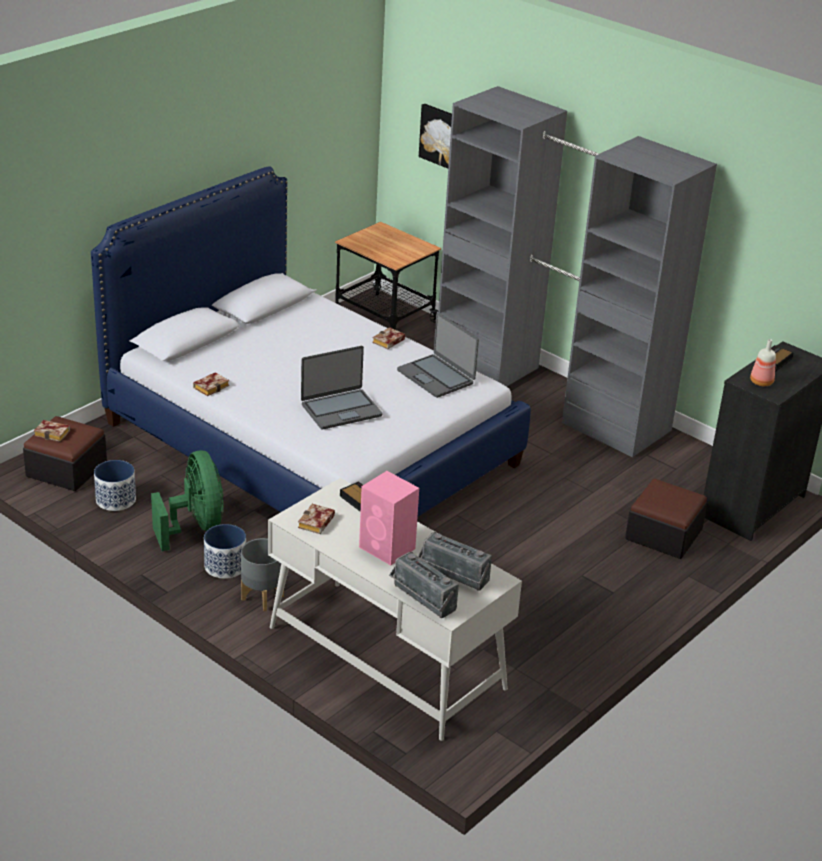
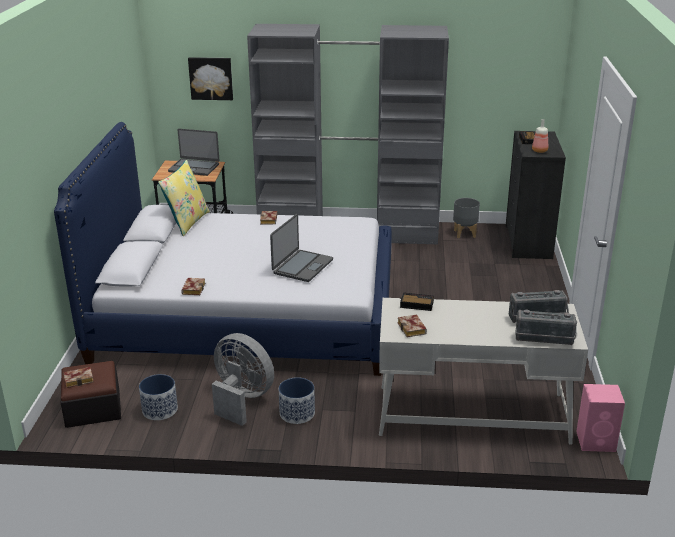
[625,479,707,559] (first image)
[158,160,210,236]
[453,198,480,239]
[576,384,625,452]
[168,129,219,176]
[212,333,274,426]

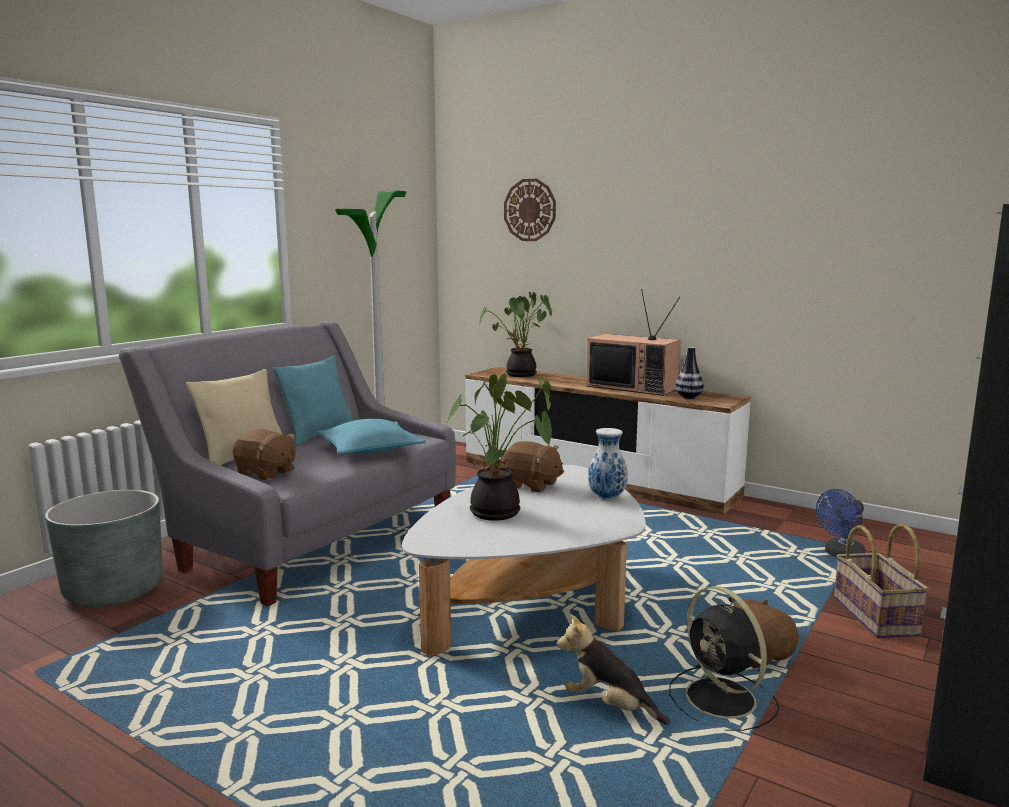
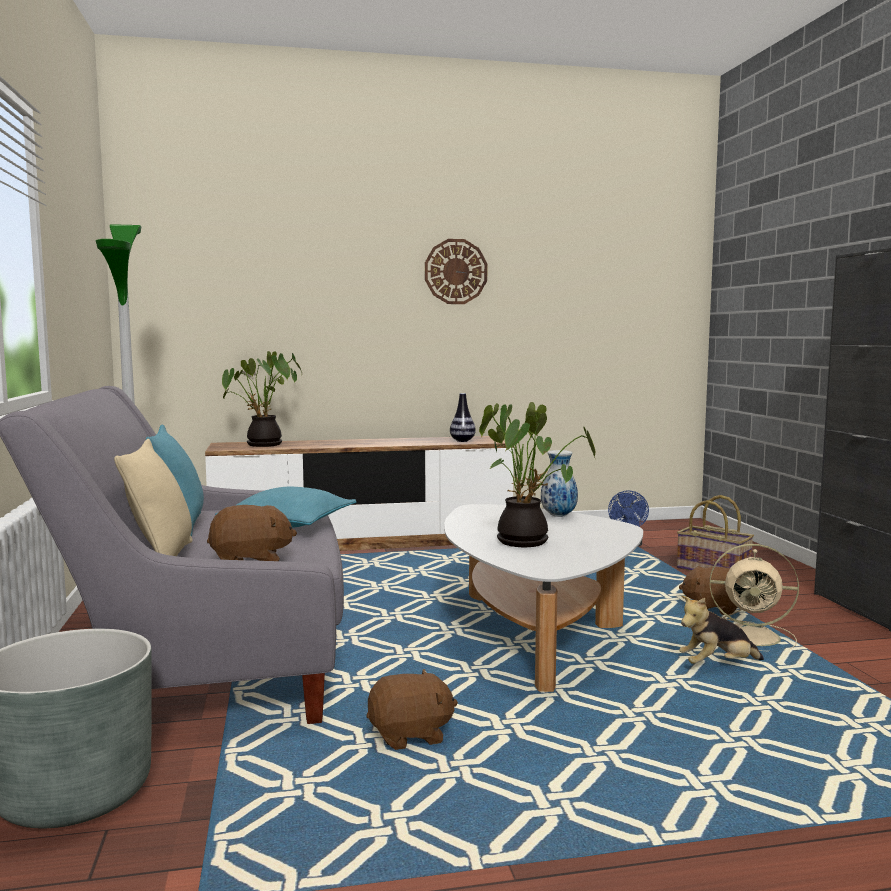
[586,289,681,396] (first image)
[366,669,458,750]
[425,239,487,304]
[710,544,799,651]

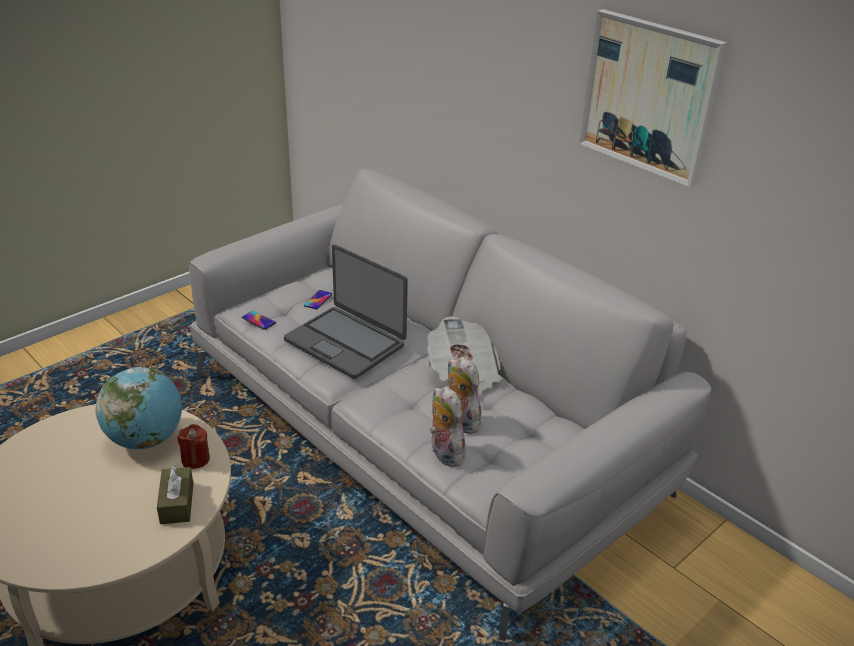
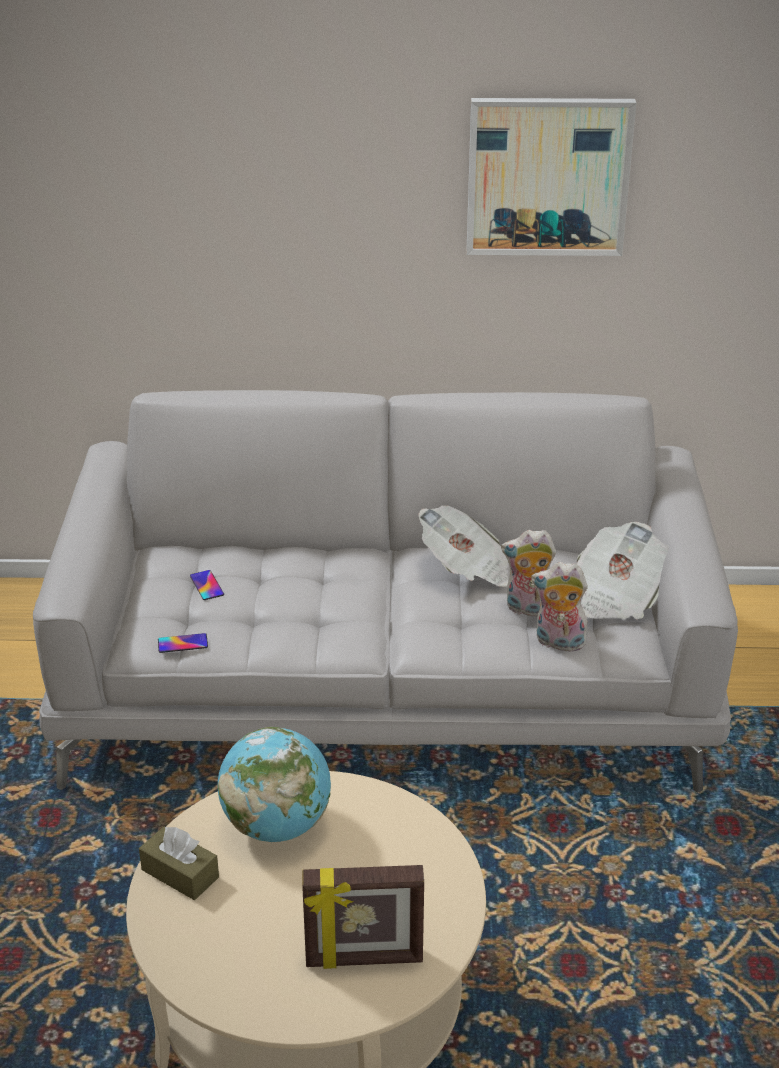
[177,424,210,469] (first image)
[284,244,408,379] (first image)
[302,865,424,969]
[577,522,669,619]
[139,826,219,900]

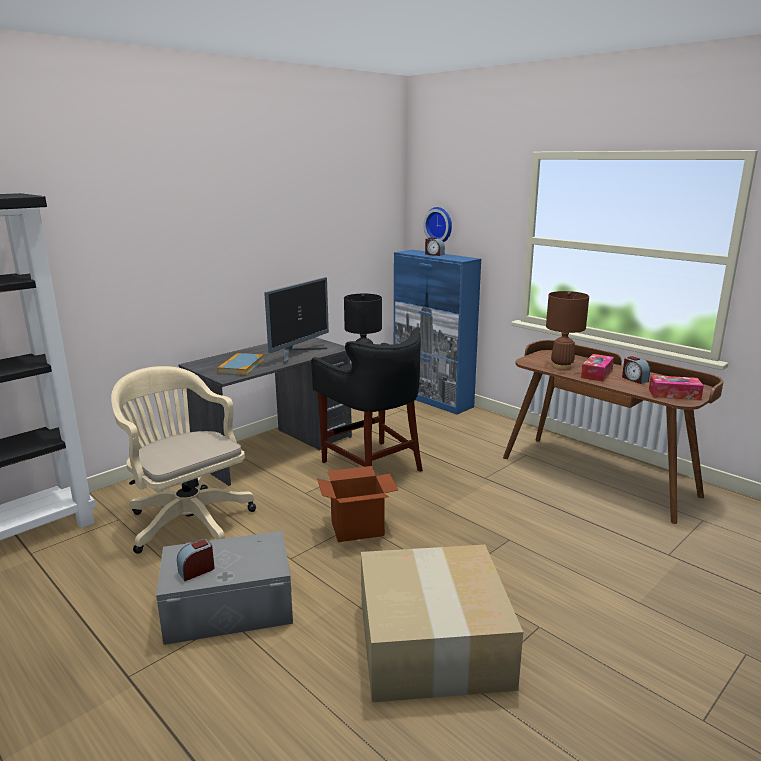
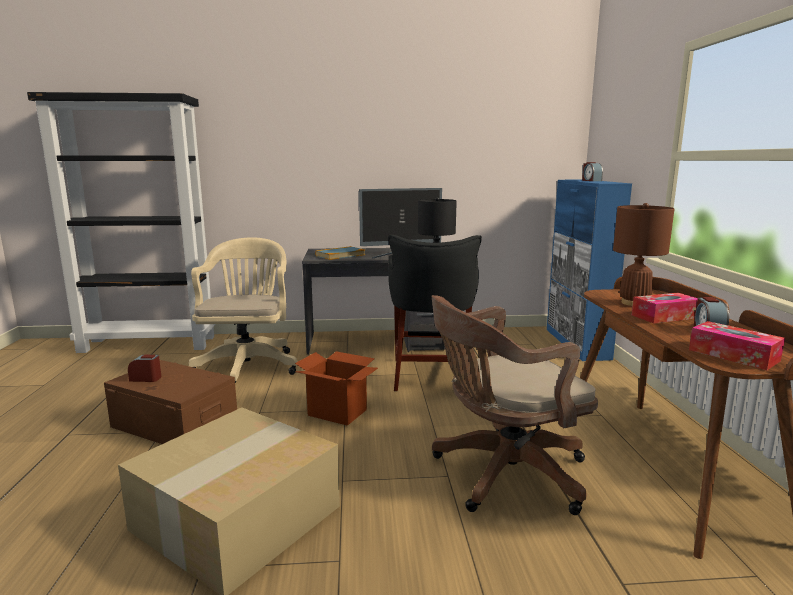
[424,207,452,242] (first image)
[432,295,598,515]
[104,360,237,444]

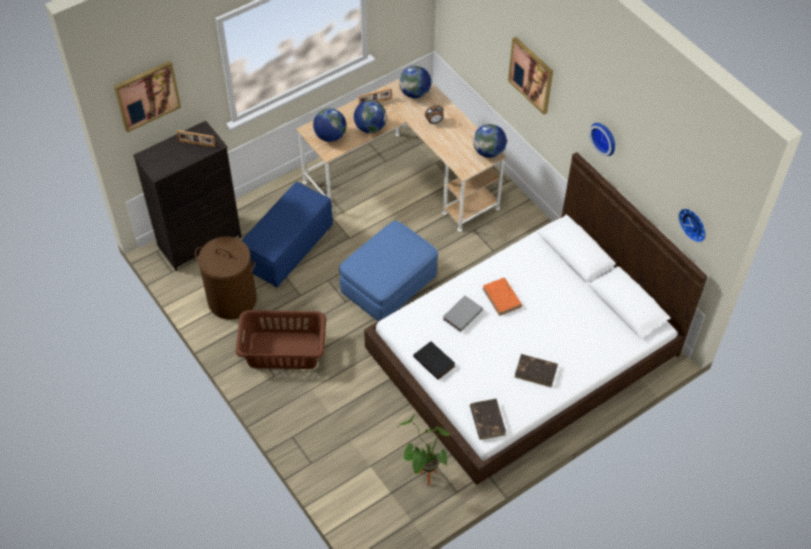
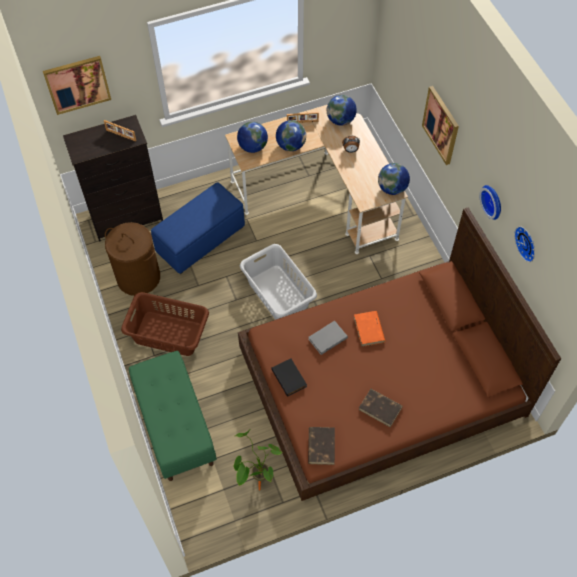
[129,351,217,481]
[514,226,535,262]
[240,244,317,320]
[238,207,561,501]

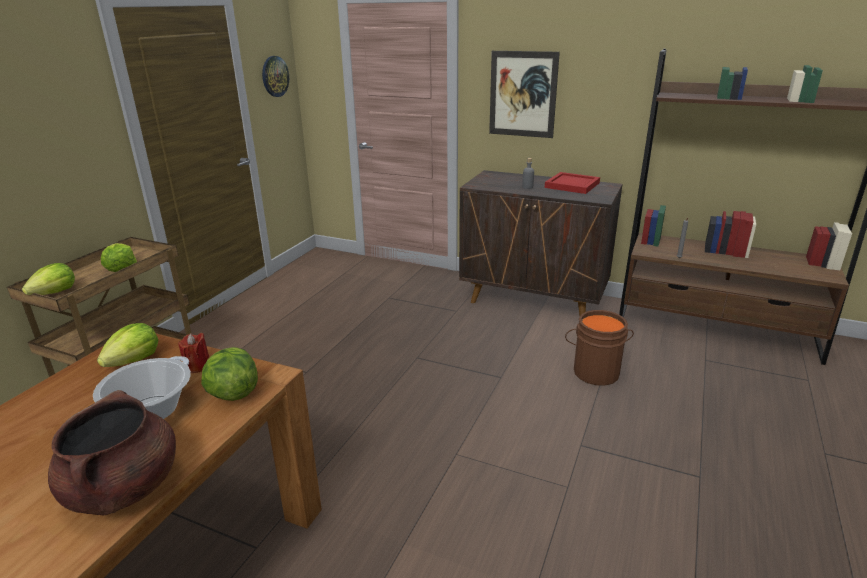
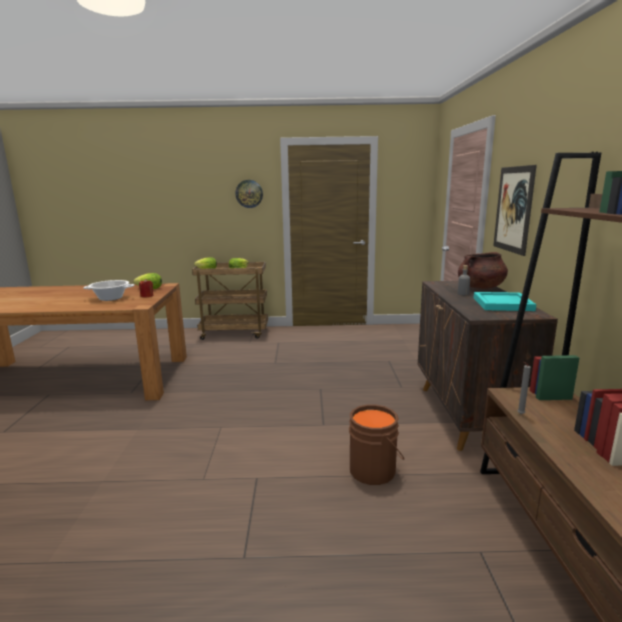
[201,347,258,401] (first image)
[458,252,508,289]
[235,180,263,208]
[473,292,536,311]

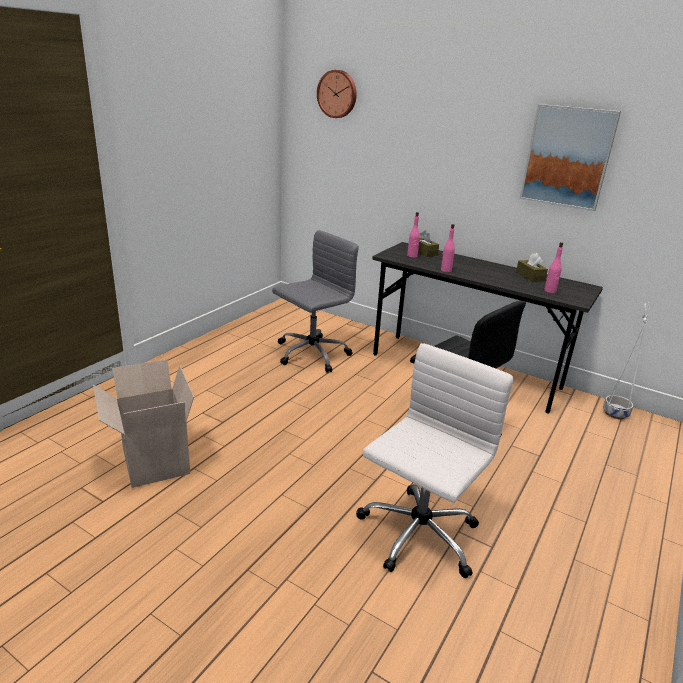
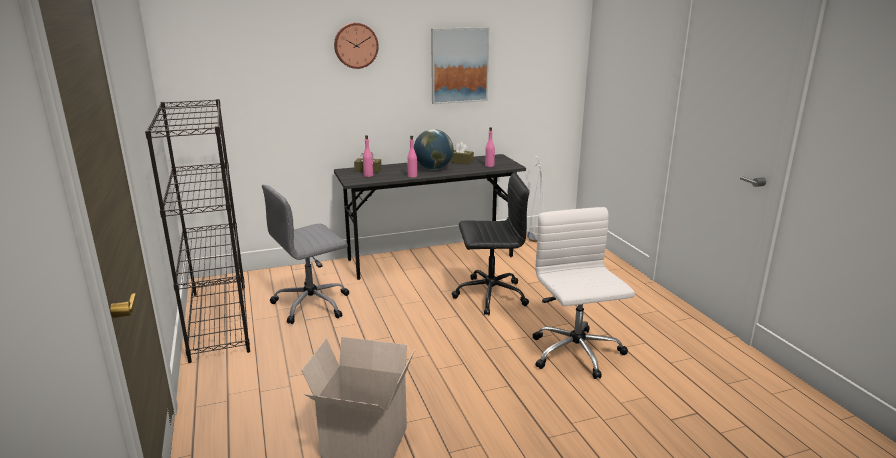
[145,99,250,363]
[414,129,453,170]
[334,23,379,69]
[262,185,349,324]

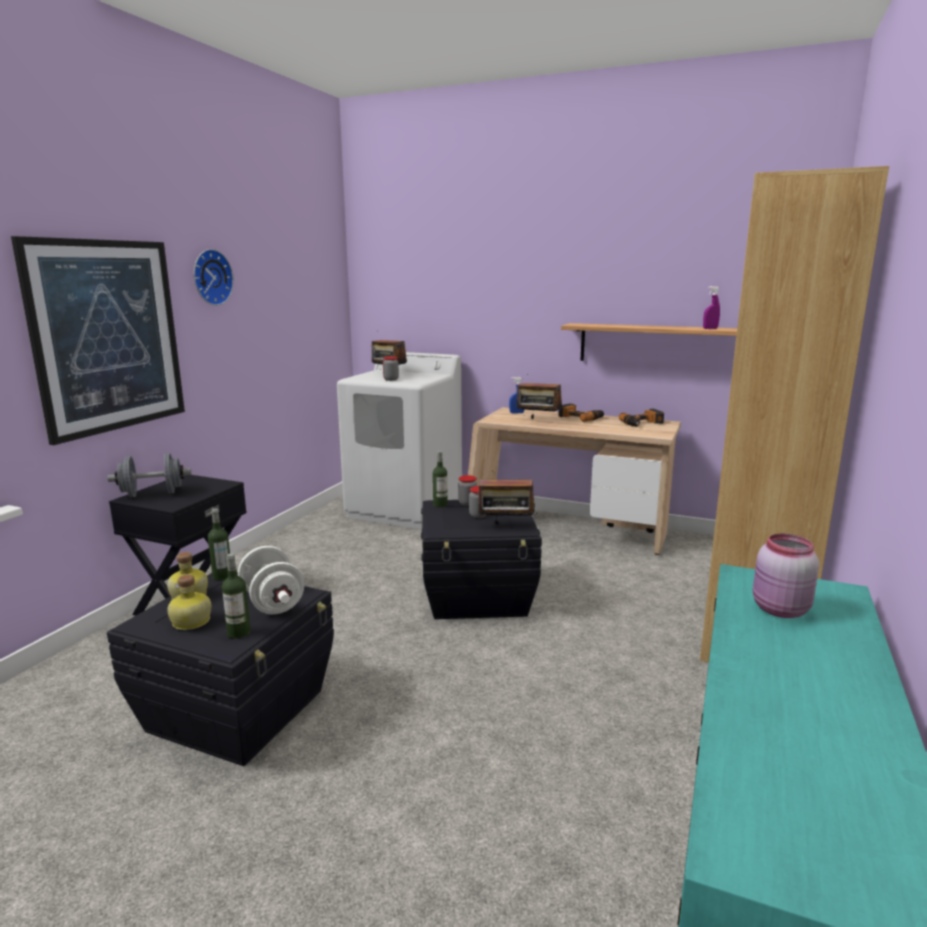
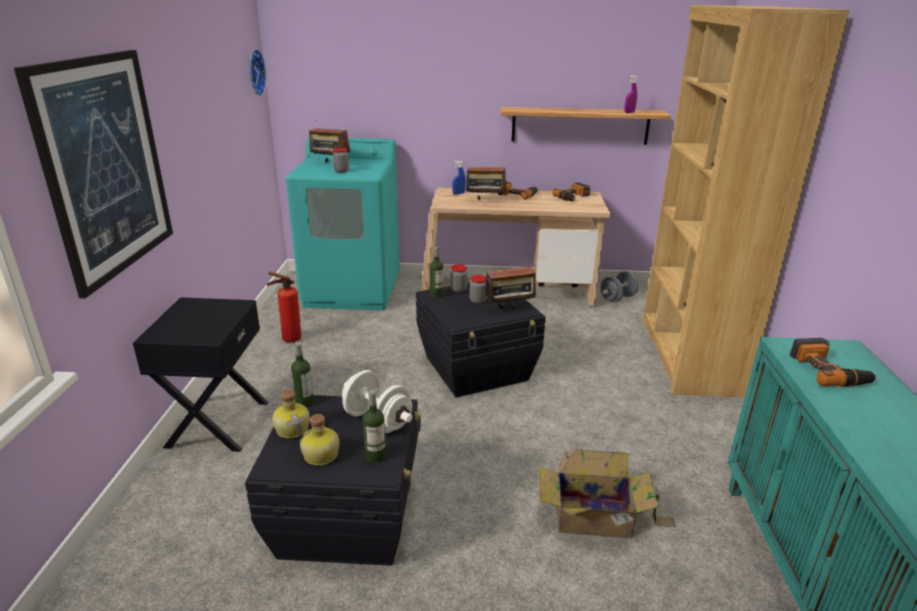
[267,271,301,342]
[539,449,676,538]
[600,271,639,303]
[249,49,267,96]
[790,338,876,387]
[286,138,400,311]

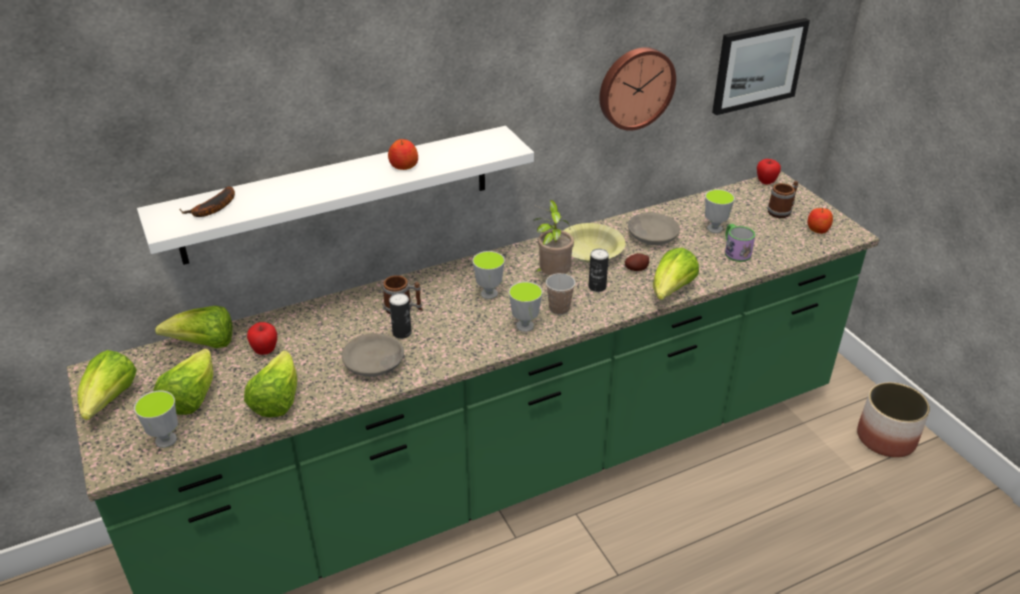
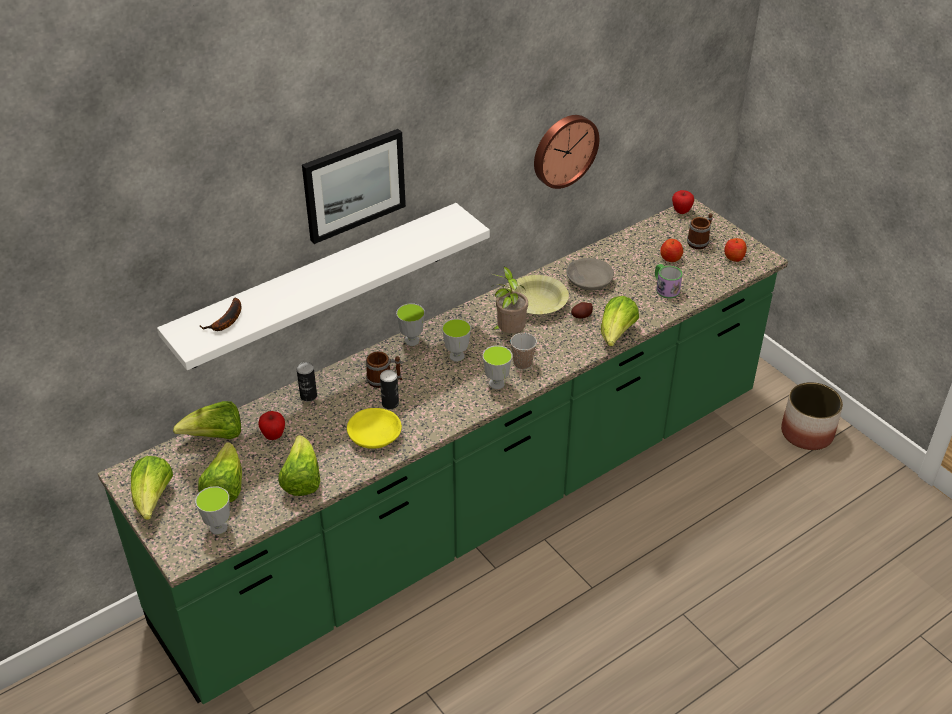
[660,239,683,262]
[297,362,317,401]
[396,303,425,346]
[302,129,406,244]
[347,408,402,449]

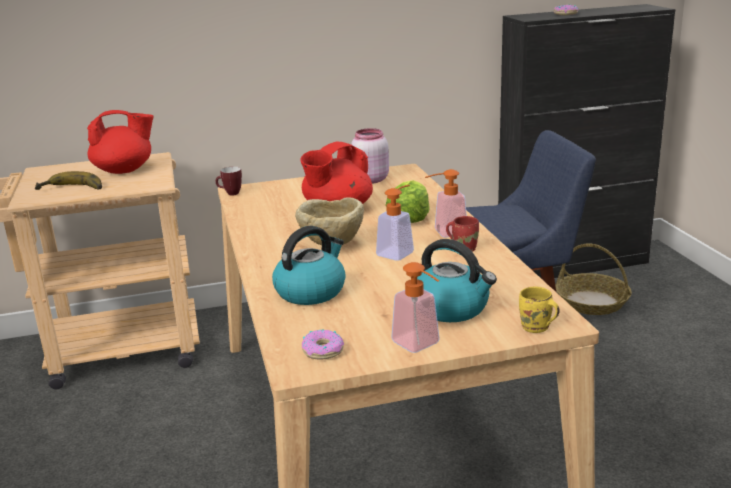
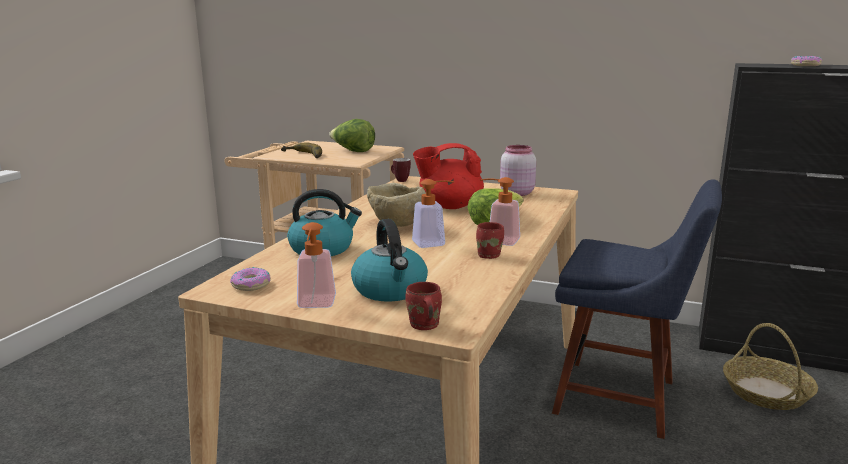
[329,119,375,152]
[405,282,442,330]

